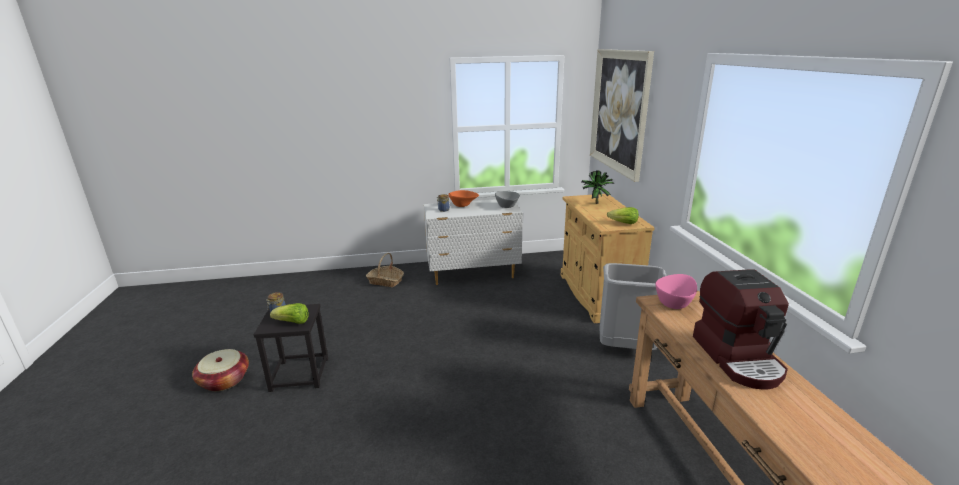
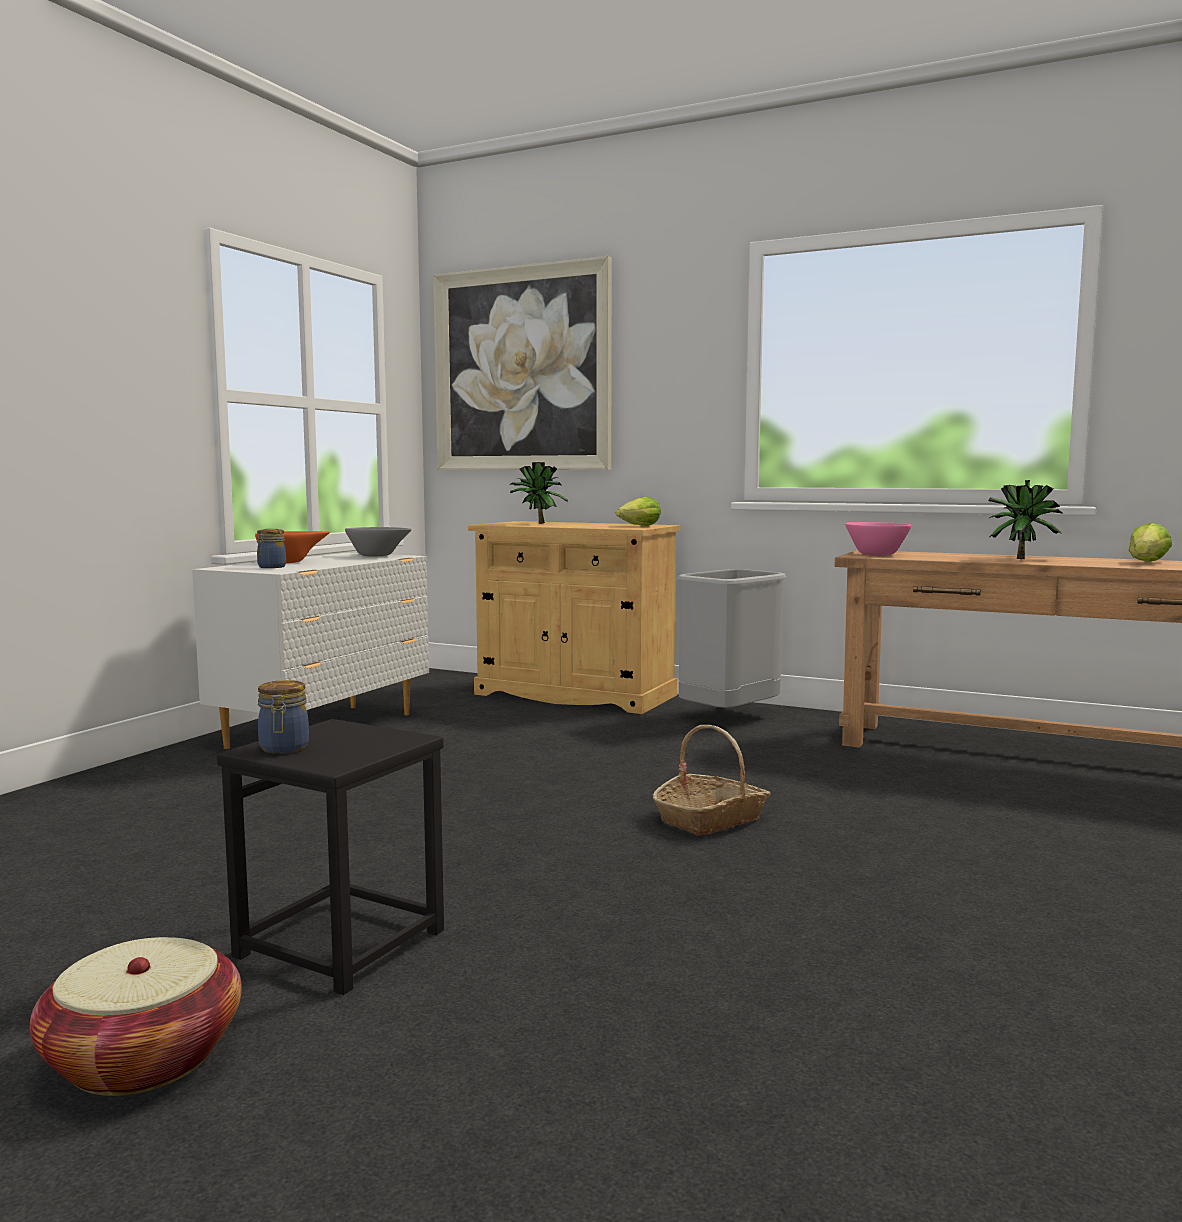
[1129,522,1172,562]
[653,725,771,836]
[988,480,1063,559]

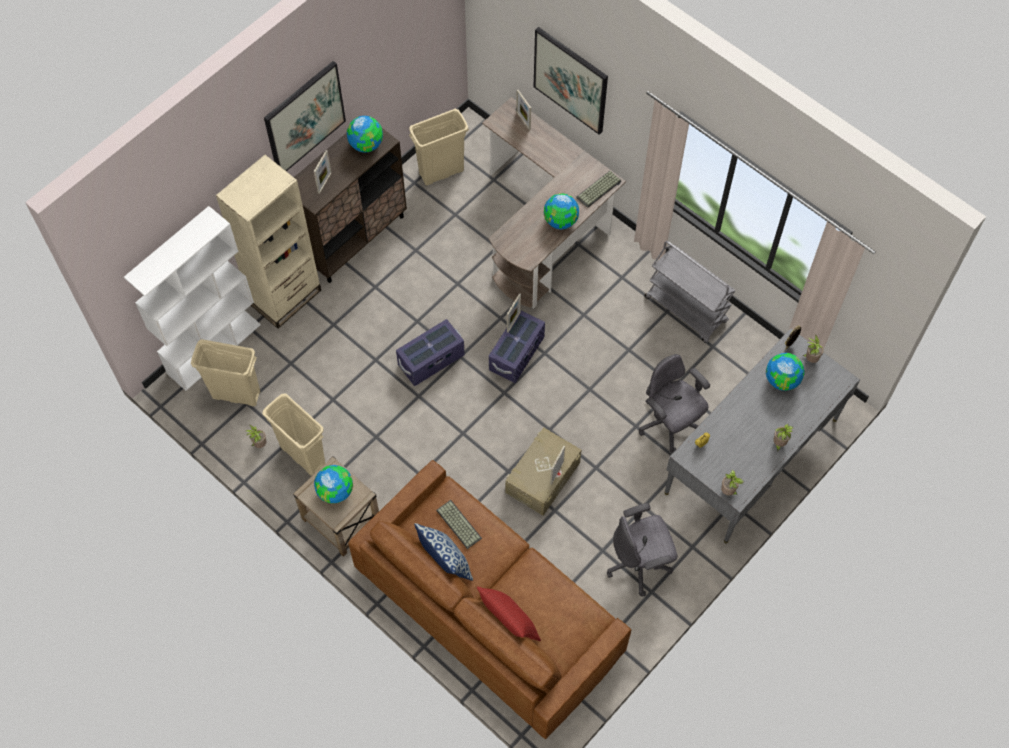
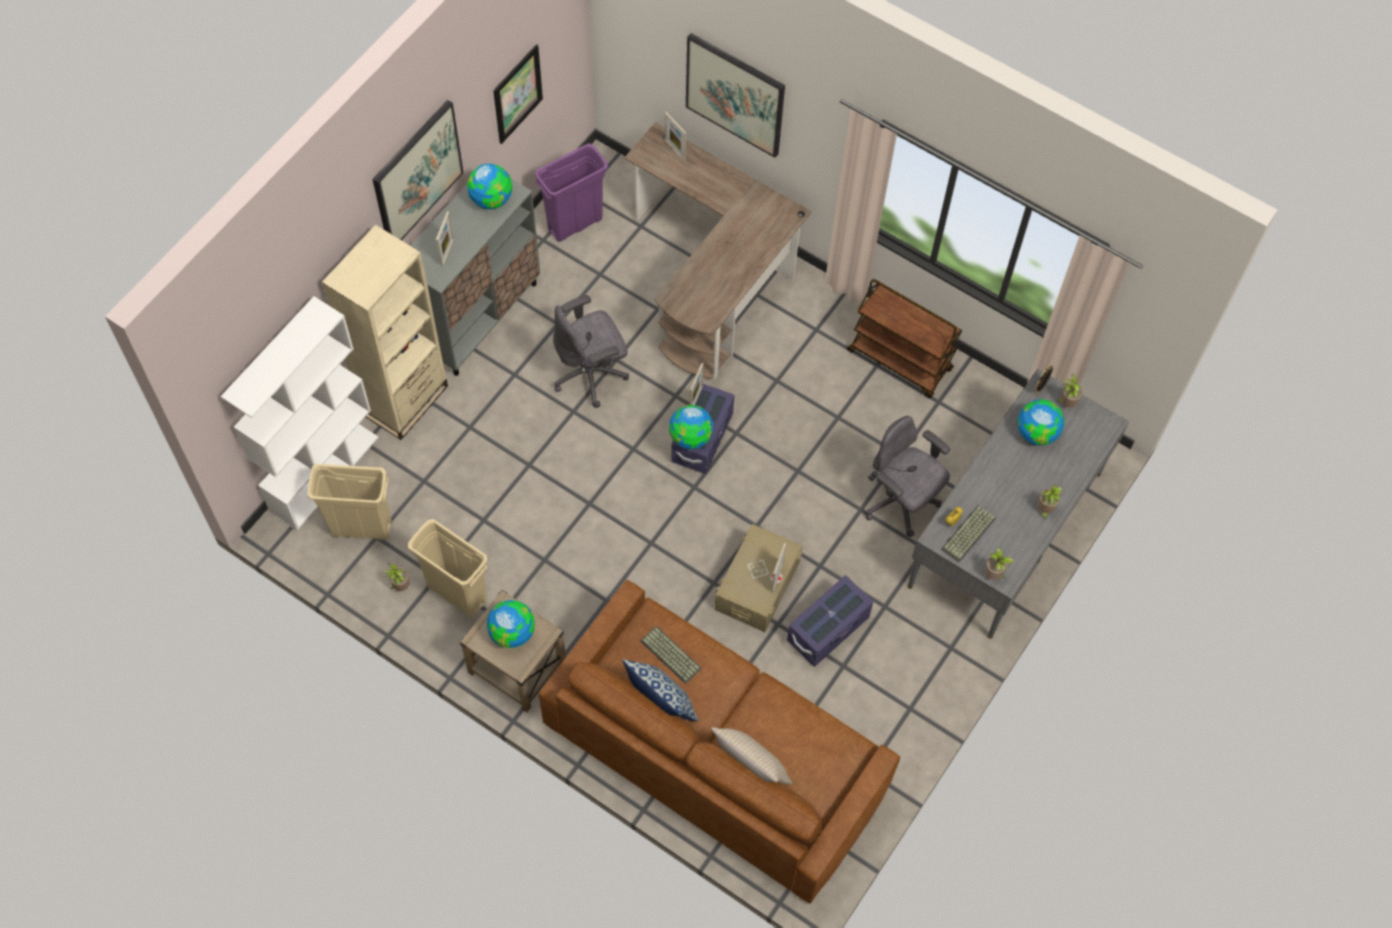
[493,44,543,144]
[787,575,873,667]
[669,405,713,449]
[941,505,996,562]
[553,295,629,408]
[411,179,540,376]
[535,143,608,242]
[711,727,792,785]
[847,279,962,398]

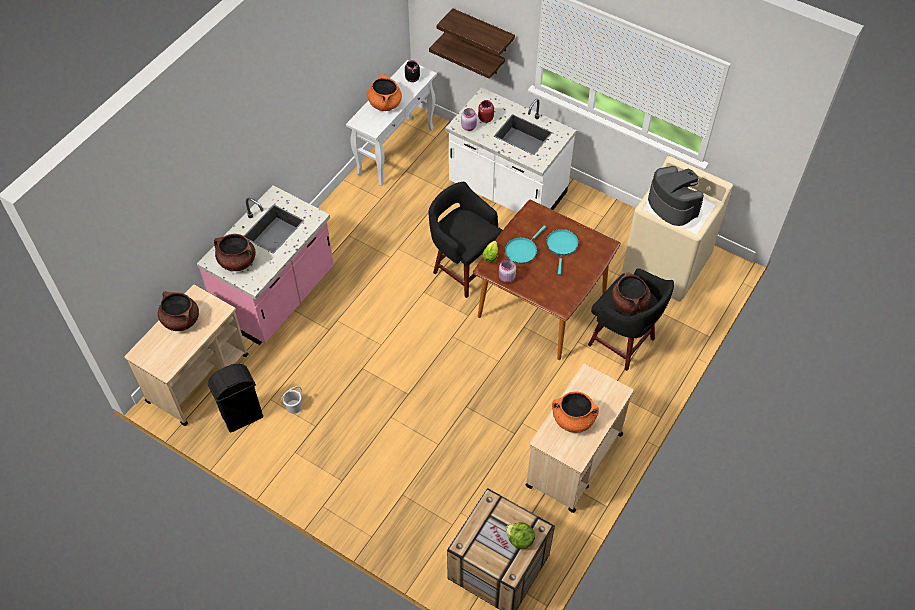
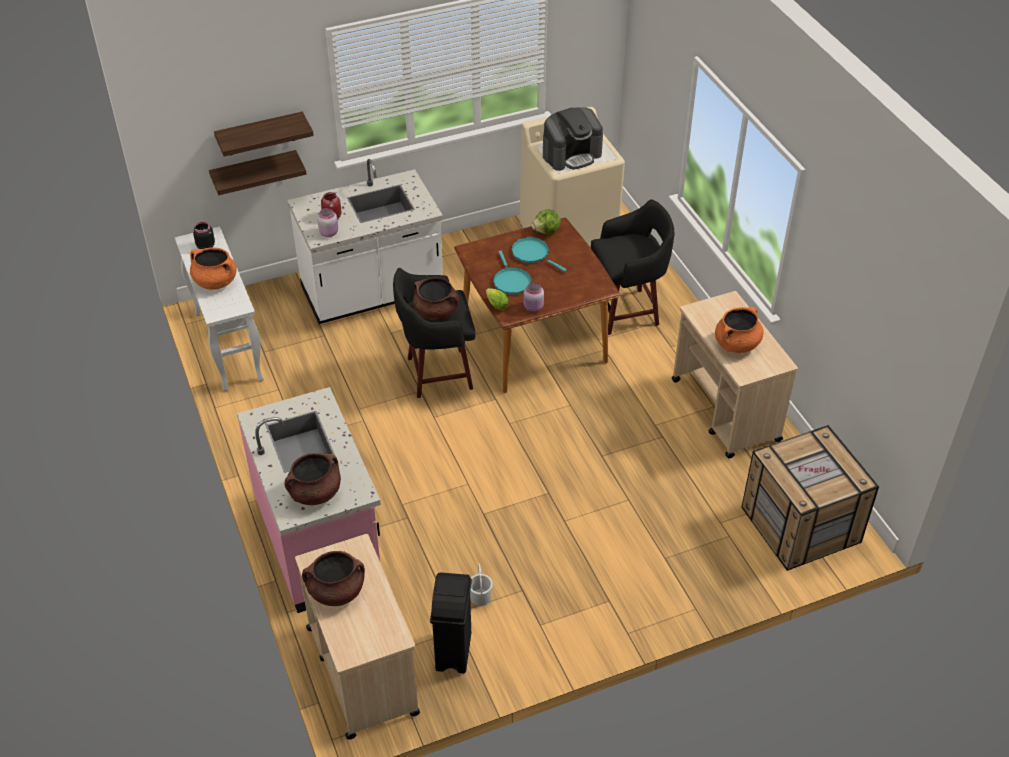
[531,209,561,234]
[413,278,459,320]
[543,107,603,171]

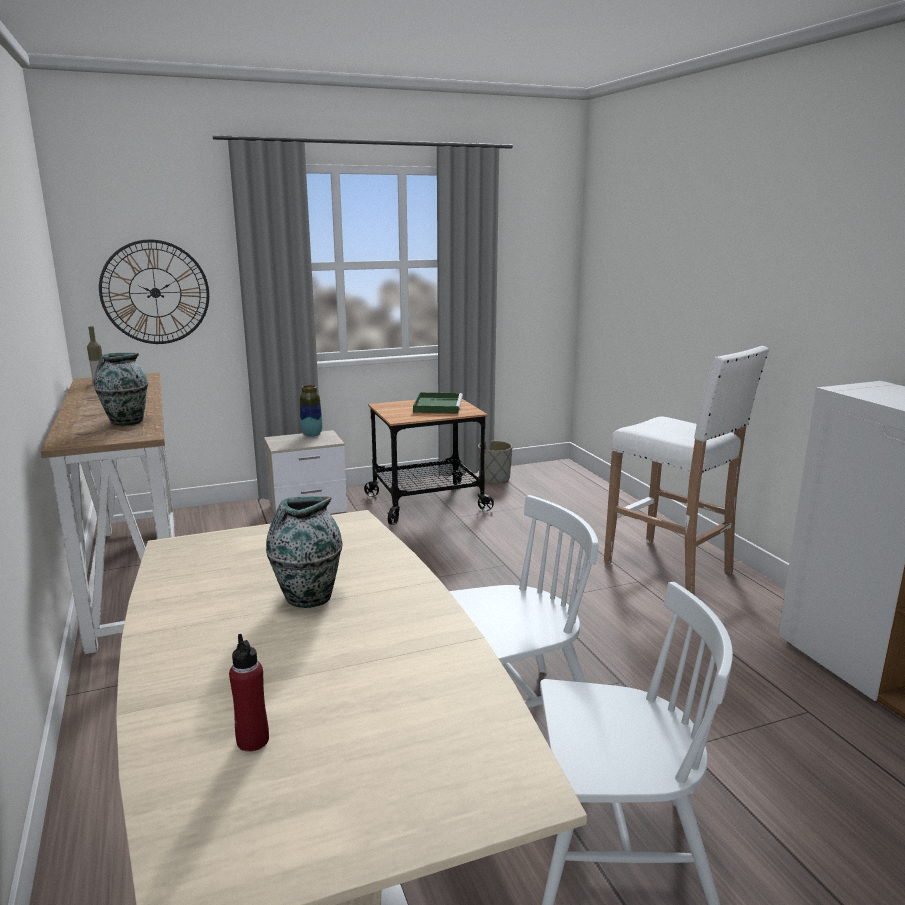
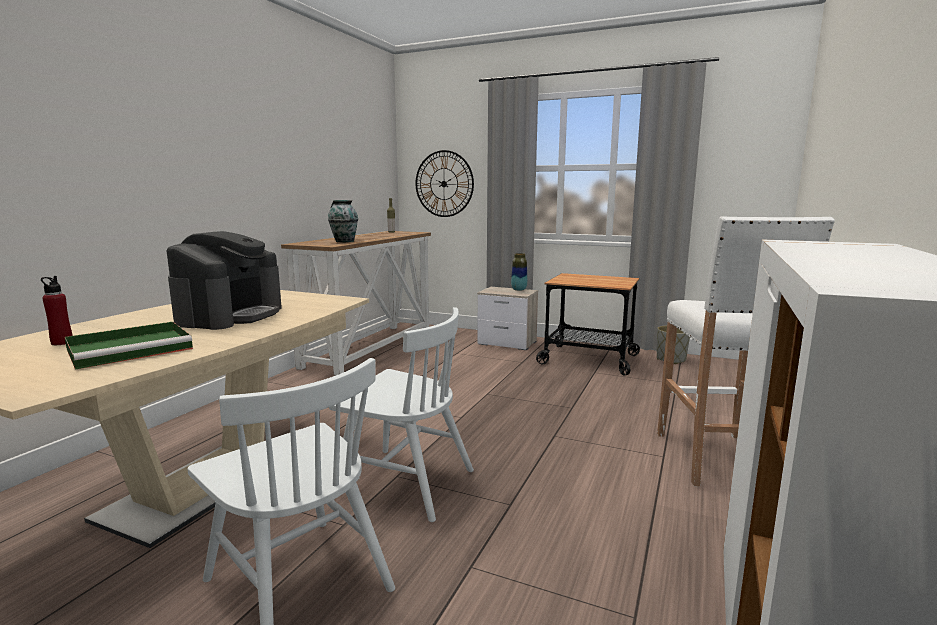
[65,322,193,370]
[167,231,282,330]

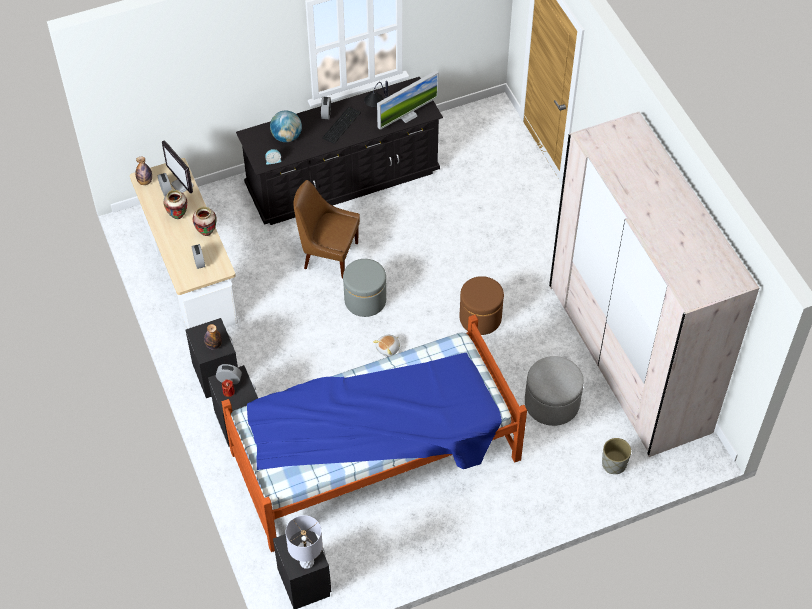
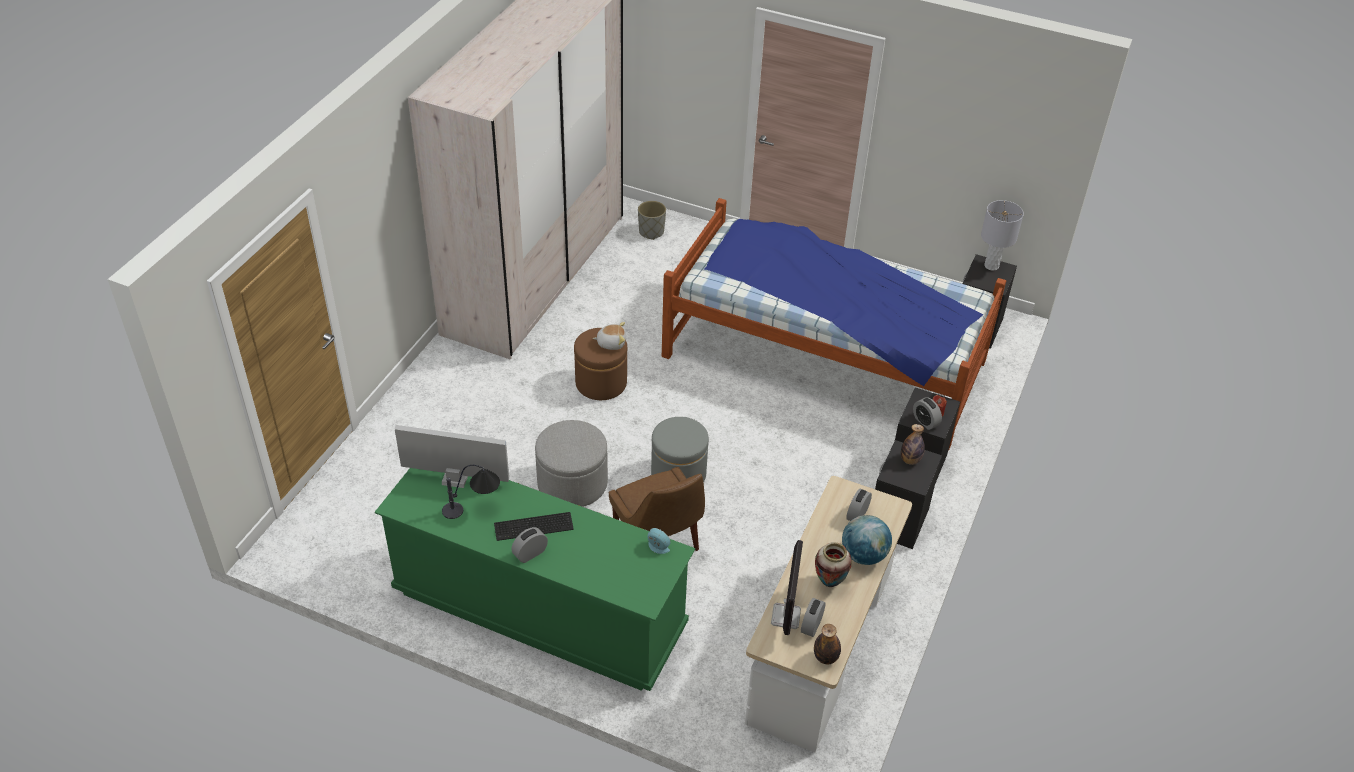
[192,207,217,236] (first image)
[842,515,892,565]
[593,322,626,350]
[535,420,608,507]
[375,468,695,691]

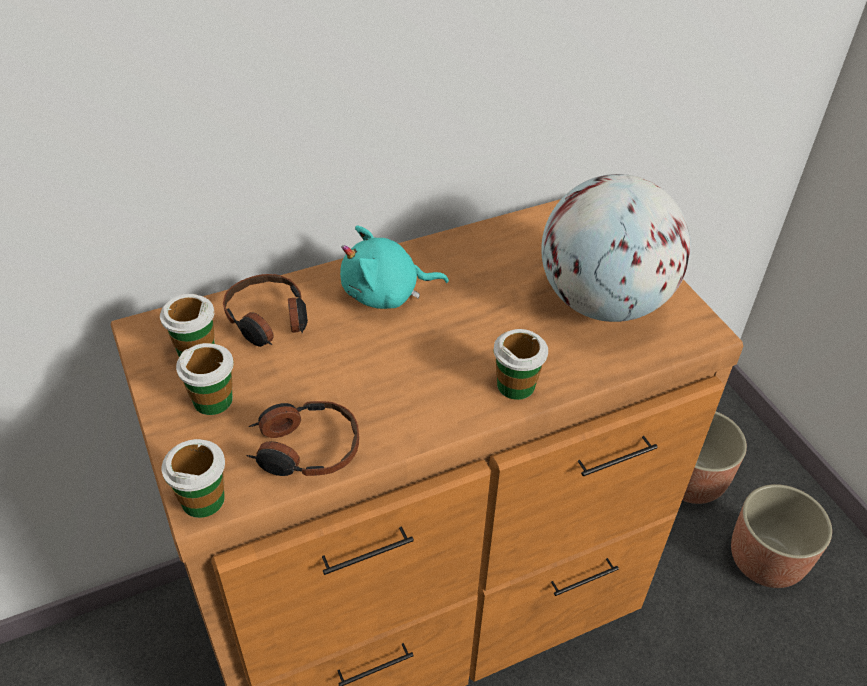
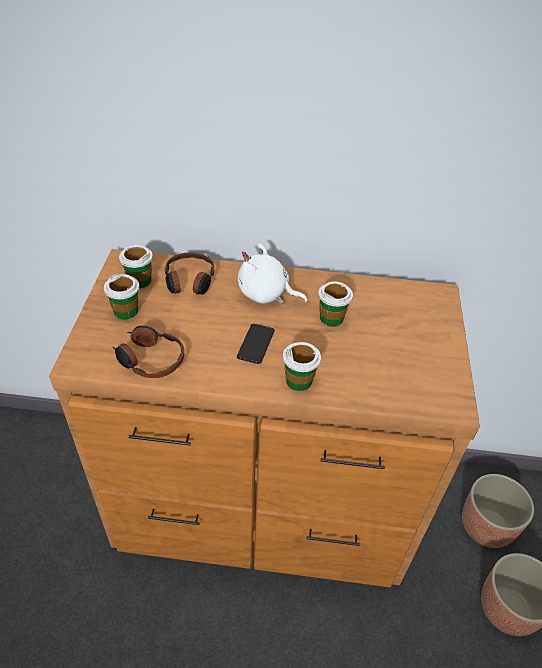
[541,174,691,322] (first image)
[237,324,275,364]
[318,281,353,327]
[238,243,308,304]

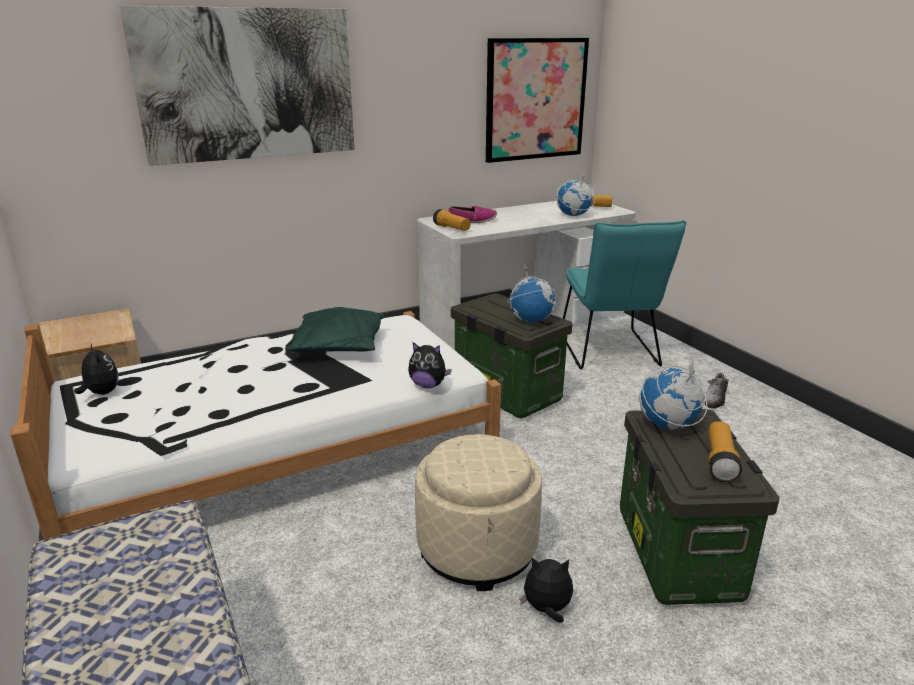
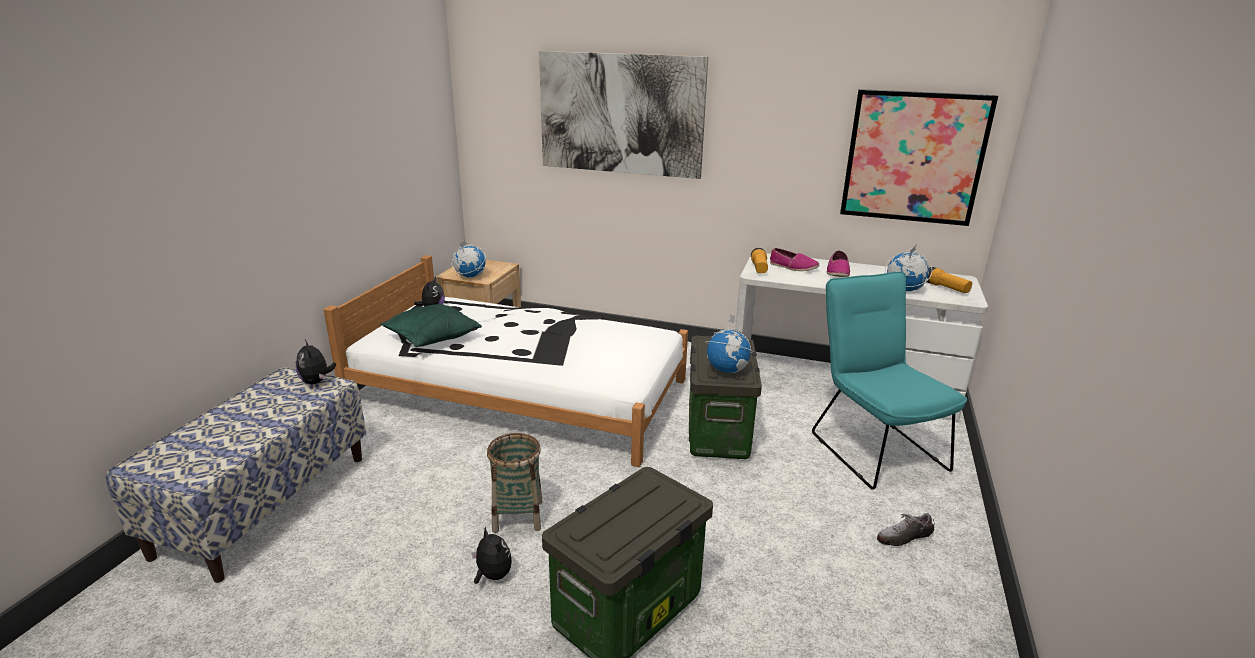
[708,421,742,482] (first image)
[827,250,850,277]
[380,304,482,347]
[296,340,336,384]
[452,240,486,277]
[487,433,542,533]
[812,272,967,490]

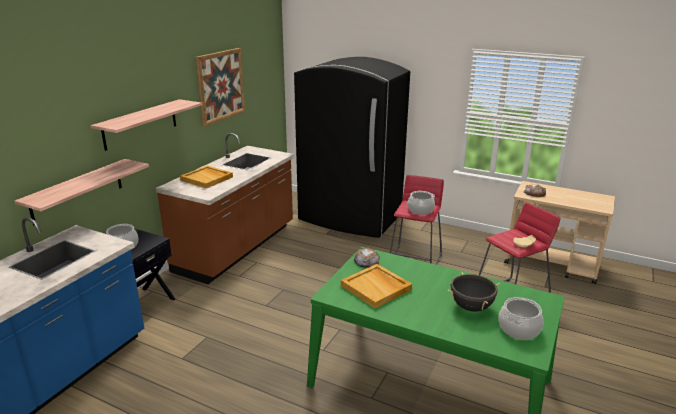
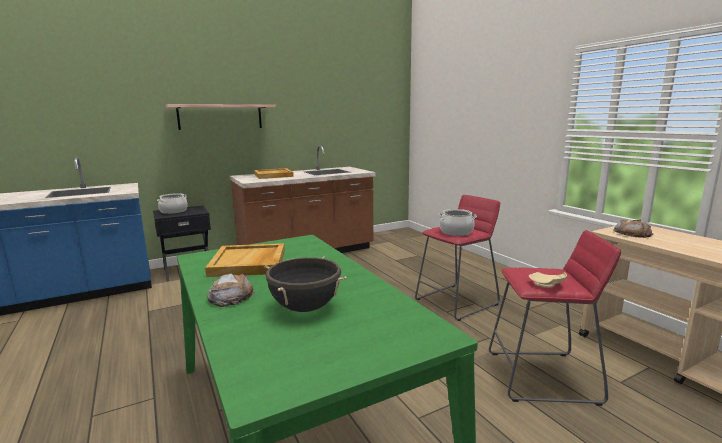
[14,159,149,226] (first image)
[196,48,245,126] (first image)
[294,57,410,238] (first image)
[498,297,543,340] (first image)
[207,273,255,307]

